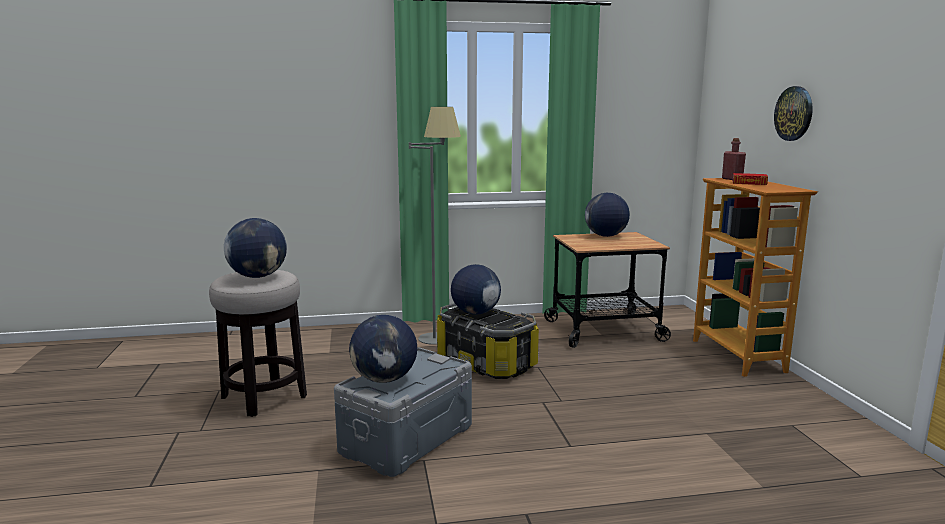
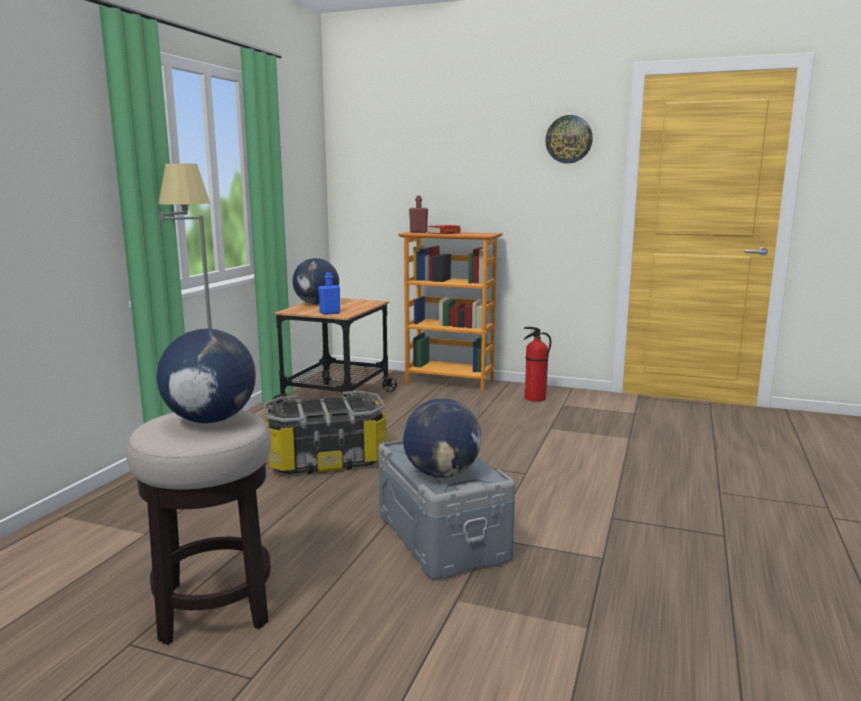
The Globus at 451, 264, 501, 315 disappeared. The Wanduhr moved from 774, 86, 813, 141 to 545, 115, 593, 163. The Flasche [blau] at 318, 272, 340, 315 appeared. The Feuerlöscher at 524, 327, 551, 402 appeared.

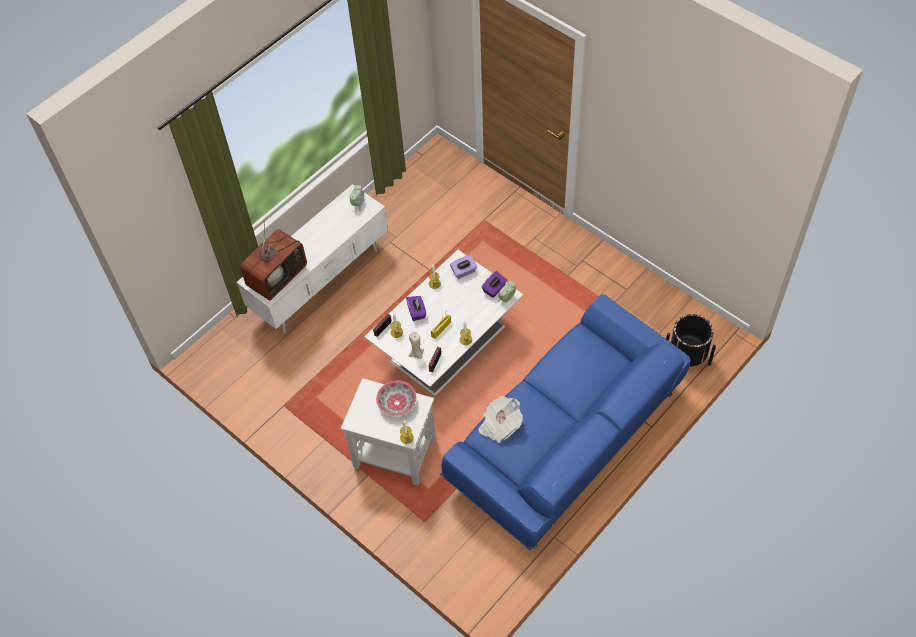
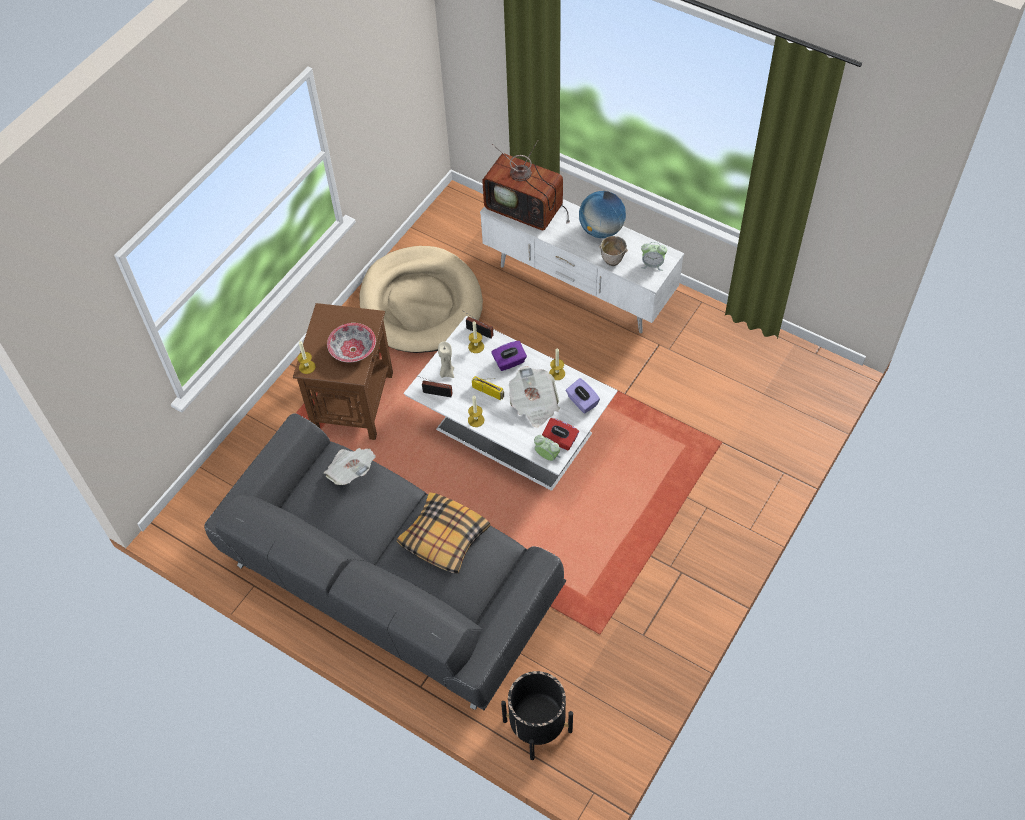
The Beistelltisch [weiß] at 340, 378, 436, 485 became the Beistelltisch [braun] at 293, 303, 393, 440. The Sofa [blau] at 440, 294, 691, 550 became the Sofa [grau] at 204, 413, 567, 710. The Taschentuchbox [lila] at 482, 271, 507, 298 became the Taschentuchbox [rot] at 542, 418, 579, 451. The Hundebett [beige] at 360, 246, 483, 353 appeared. The Kissen at 397, 492, 490, 574 appeared. The Zeitung at 509, 366, 560, 427 appeared. The Globus at 579, 191, 626, 238 appeared. The Schüssel at 599, 236, 628, 266 appeared.

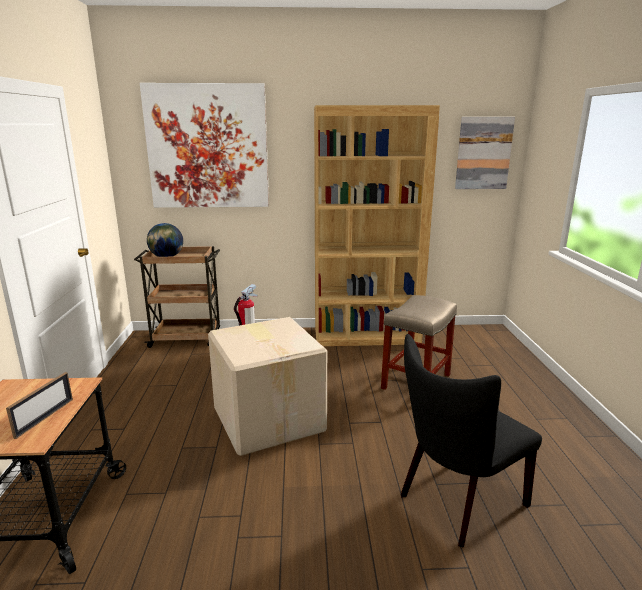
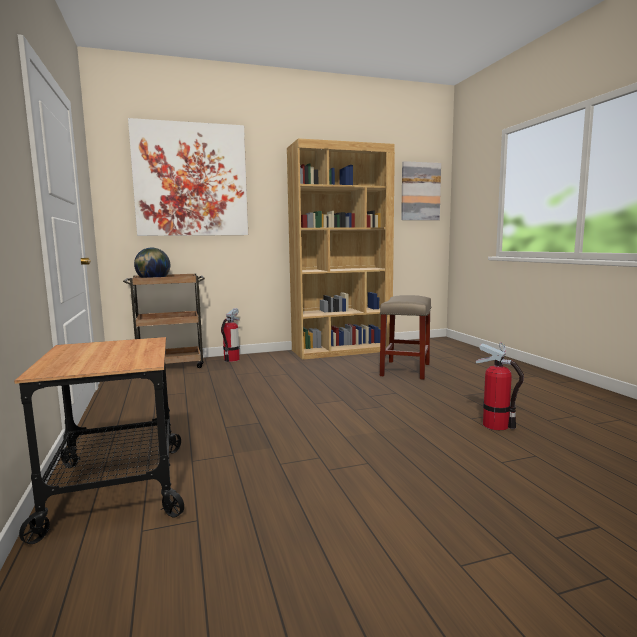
The Bilderrahmen at 6, 372, 73, 439 disappeared. The Karton at 208, 317, 327, 456 disappeared. The Stuhl [schwarz] at 401, 334, 542, 548 was replaced by the Feuerlöscher at 476, 342, 524, 430.

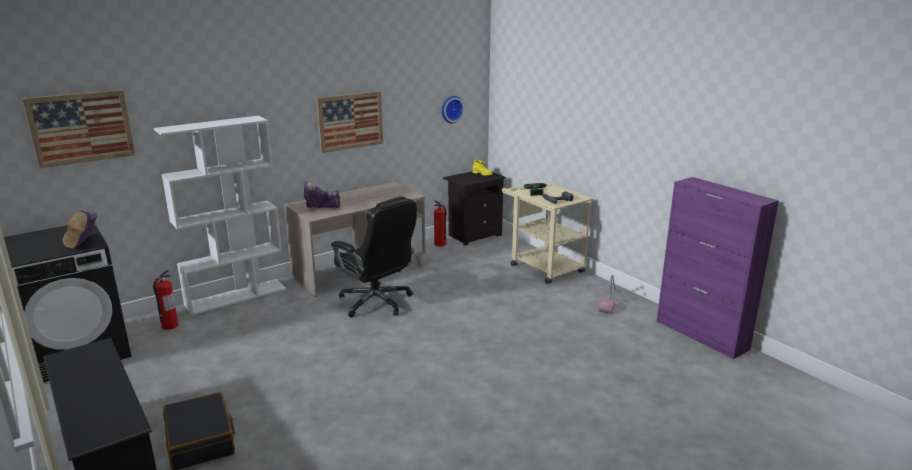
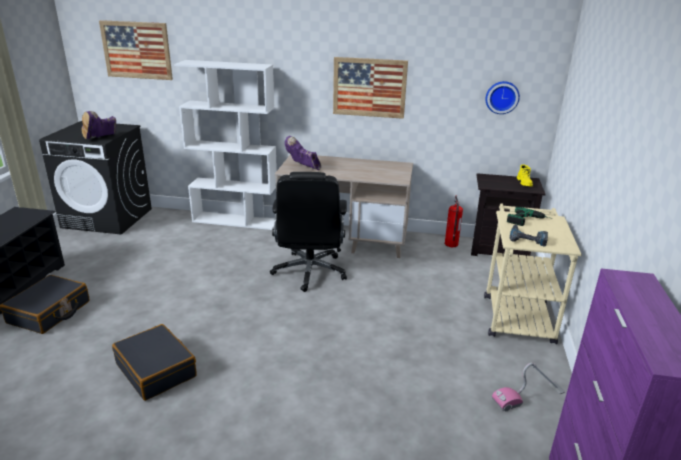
The Feuerlöscher at 153, 270, 179, 330 disappeared. The Koffer [schwarz] at 112, 324, 197, 401 appeared.

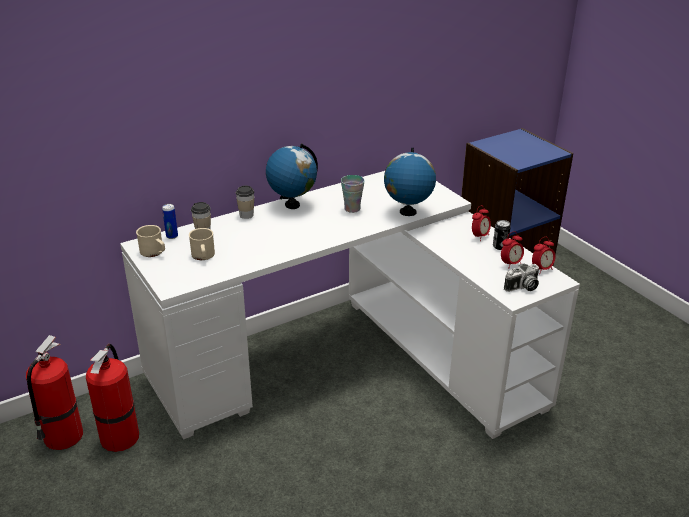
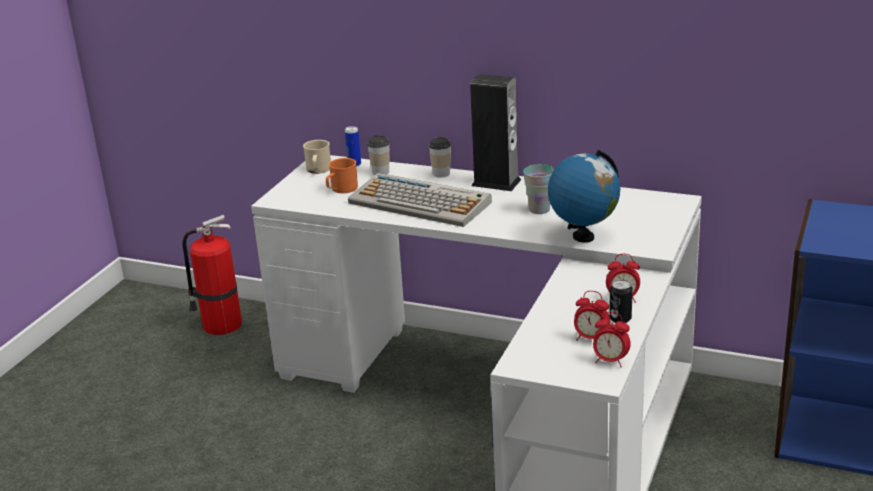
The Feuerlöscher at 86, 343, 139, 452 disappeared. The Henkelbecher [beige] at 189, 228, 215, 260 became the Henkelbecher [orange] at 326, 158, 358, 193. The Globus at 266, 143, 318, 209 was replaced by the Lautsprecher at 470, 74, 521, 191. The Kamera at 504, 263, 539, 292 disappeared. The Tastatur at 348, 173, 492, 227 appeared.

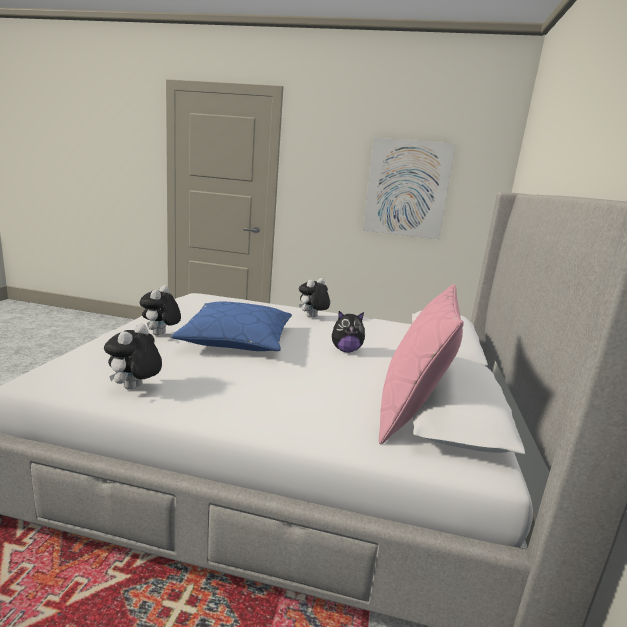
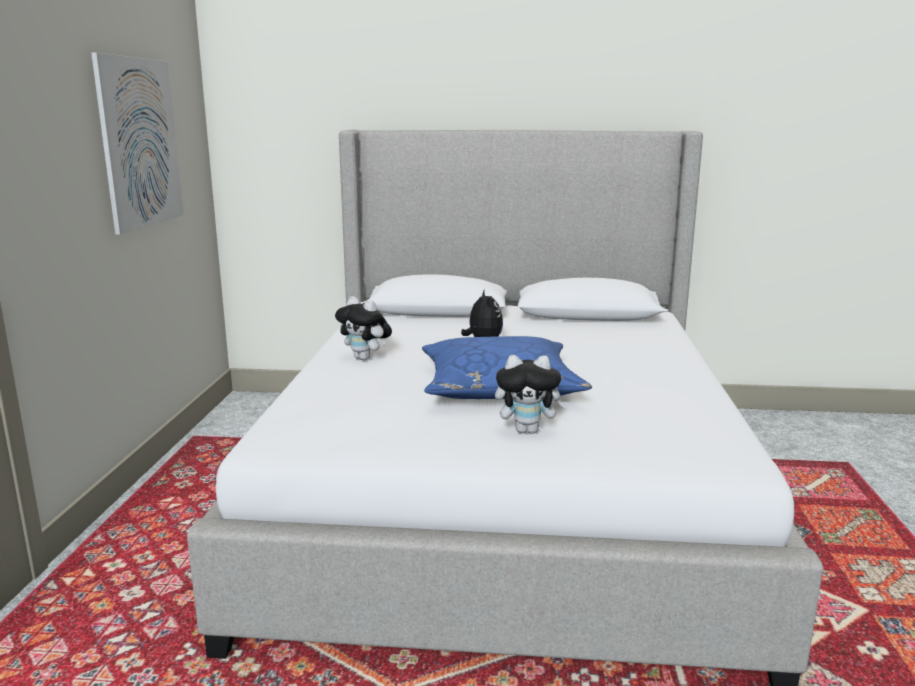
The Plüschtier at 104, 324, 162, 390 disappeared. The Kissen [rosa] at 379, 284, 464, 444 disappeared.

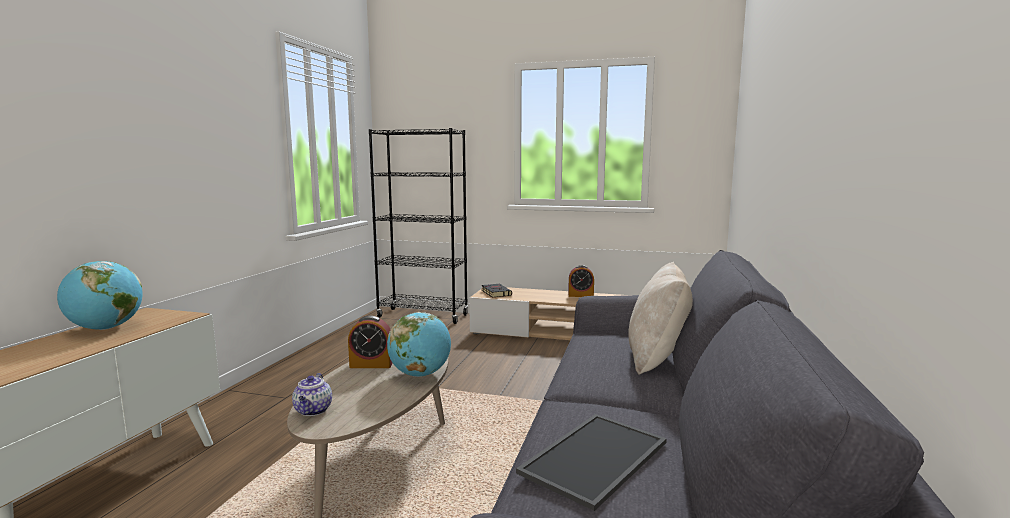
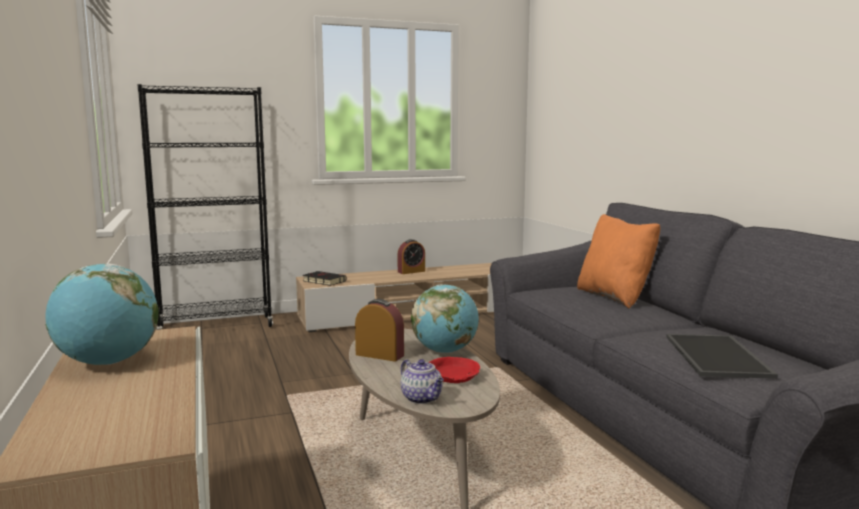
The Wecker at 348, 316, 393, 368 turned 120 degrees counterclockwise. The Kissen [beige] at 628, 262, 693, 374 became the Kissen [orange] at 577, 214, 660, 309. The Schüssel [rot] at 429, 357, 480, 383 appeared.

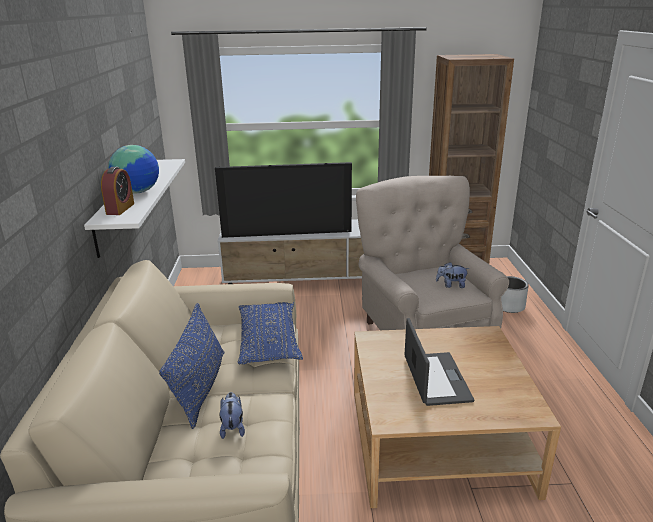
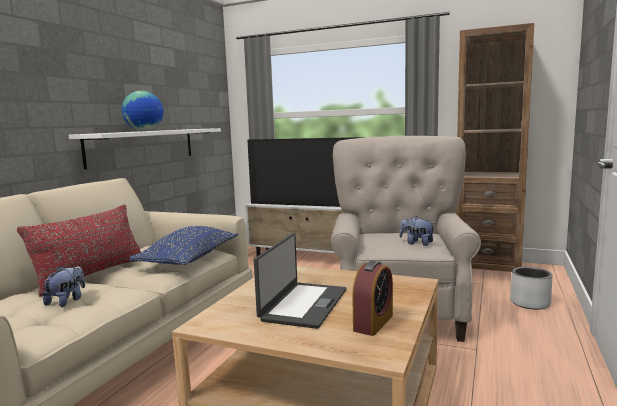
The Wecker moved from 101, 167, 134, 215 to 352, 261, 393, 336. The Kissen [blau] at 159, 303, 224, 429 became the Kissen [rot] at 17, 204, 141, 297.

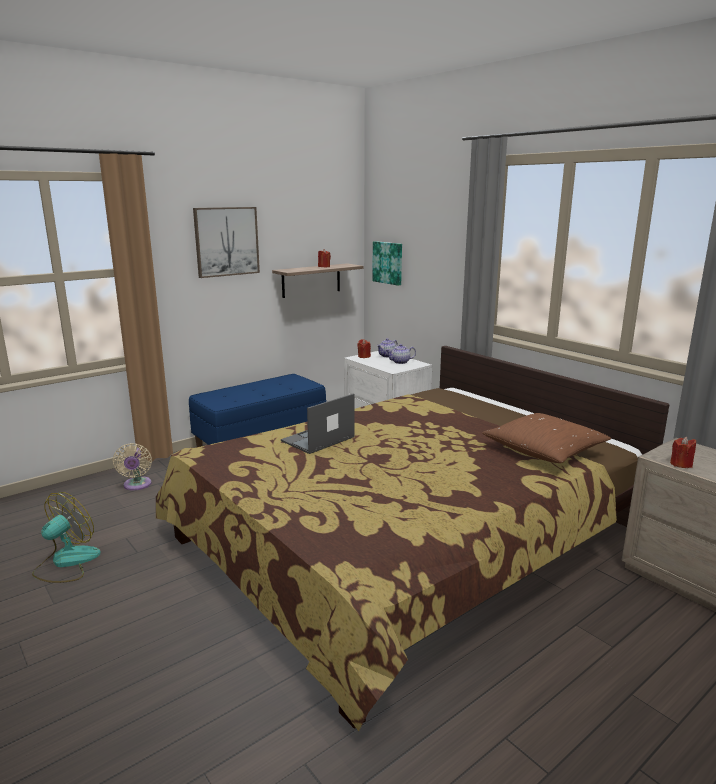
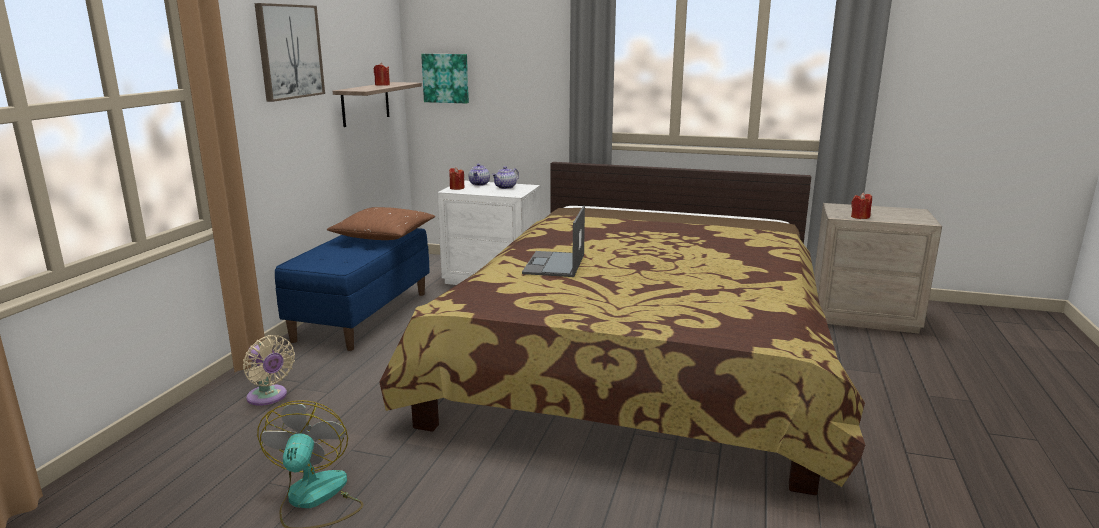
The Kissen [braun] moved from 482, 413, 611, 463 to 327, 207, 435, 240.

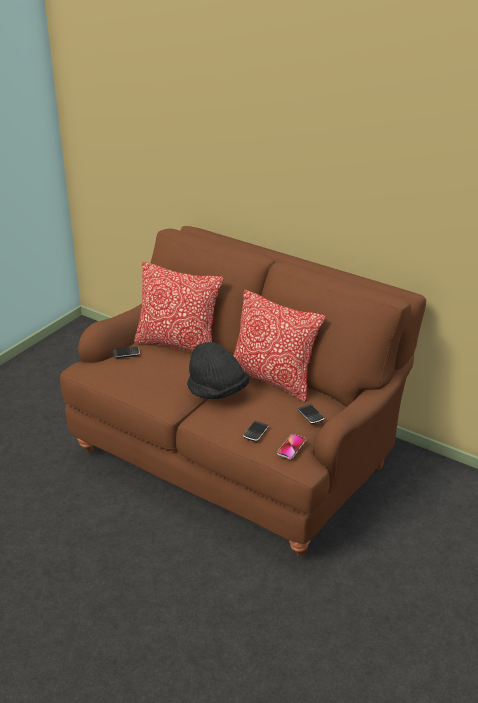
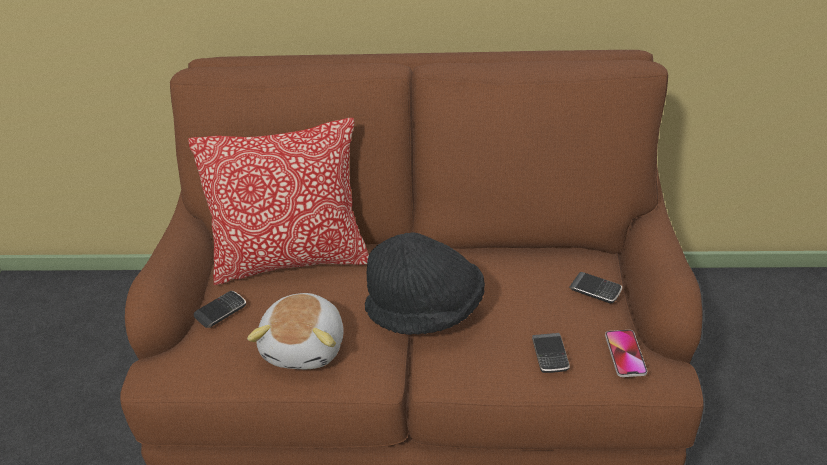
The Kissen at 233, 290, 326, 402 disappeared. The Plüschtier at 247, 293, 343, 369 appeared.

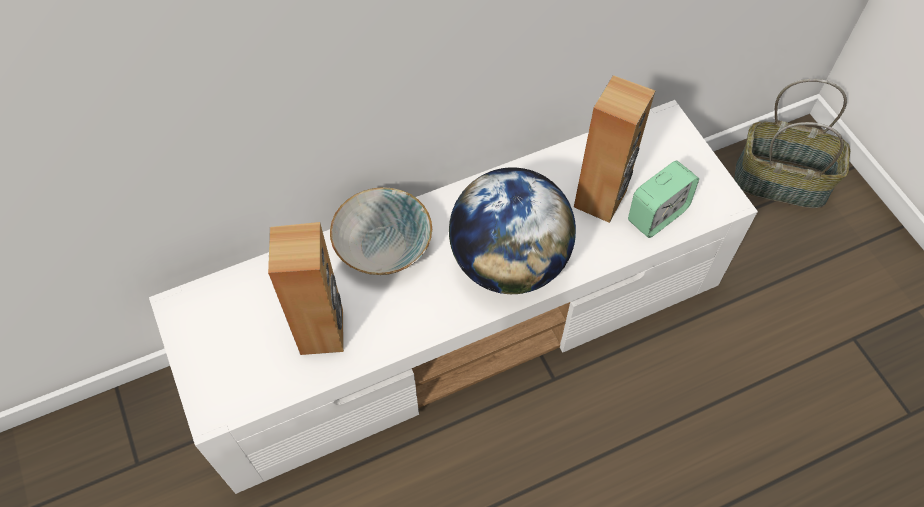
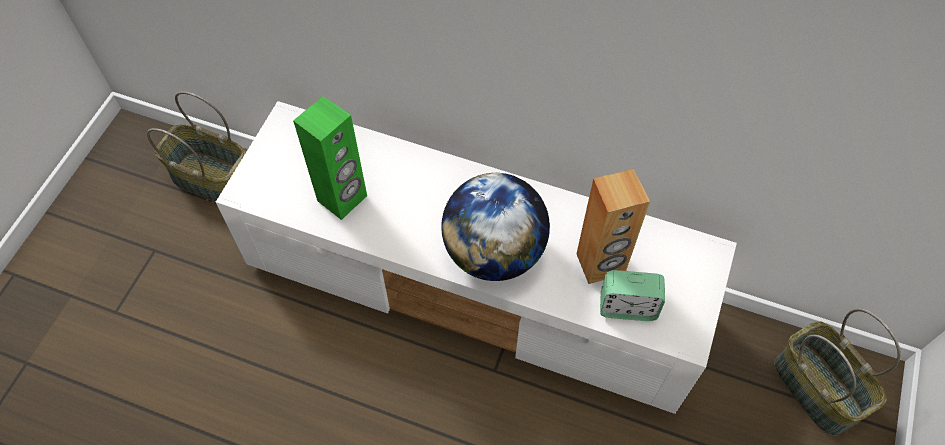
The Lautsprecher [braun] at 268, 222, 344, 355 became the Lautsprecher [grün] at 293, 96, 367, 220. The Schüssel at 330, 187, 432, 275 disappeared. The Korb at 147, 91, 246, 202 appeared.

